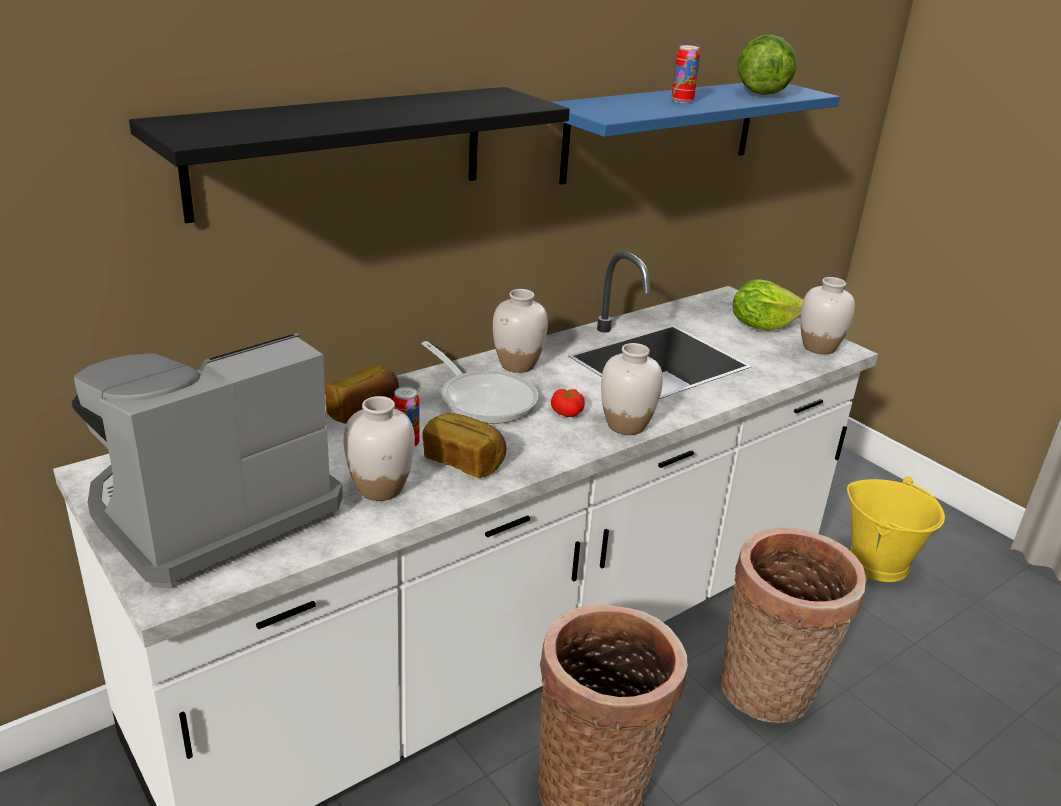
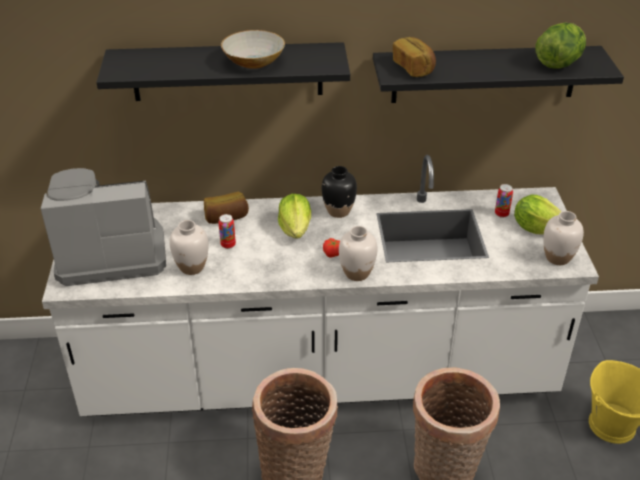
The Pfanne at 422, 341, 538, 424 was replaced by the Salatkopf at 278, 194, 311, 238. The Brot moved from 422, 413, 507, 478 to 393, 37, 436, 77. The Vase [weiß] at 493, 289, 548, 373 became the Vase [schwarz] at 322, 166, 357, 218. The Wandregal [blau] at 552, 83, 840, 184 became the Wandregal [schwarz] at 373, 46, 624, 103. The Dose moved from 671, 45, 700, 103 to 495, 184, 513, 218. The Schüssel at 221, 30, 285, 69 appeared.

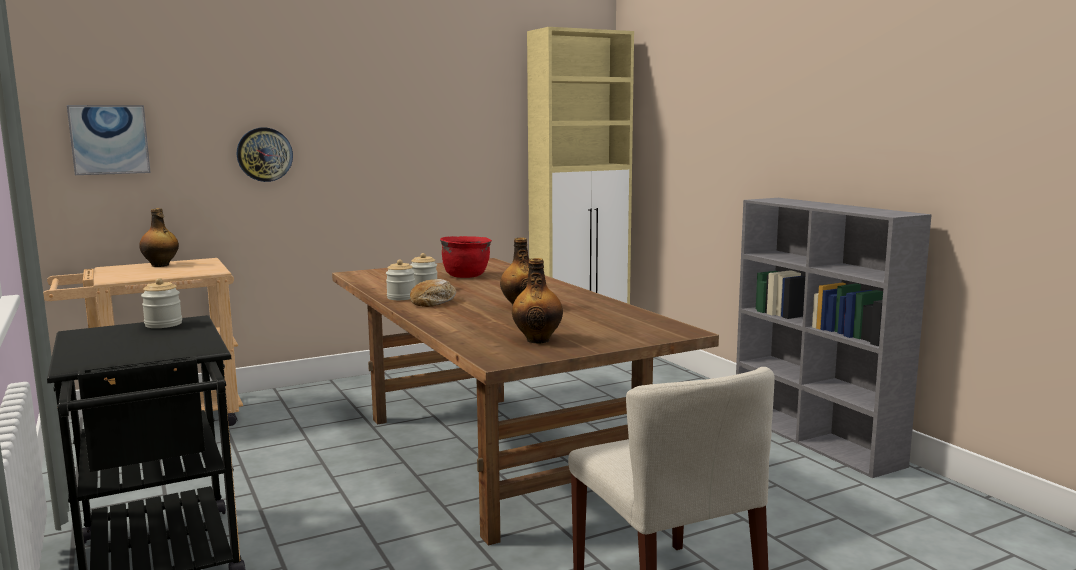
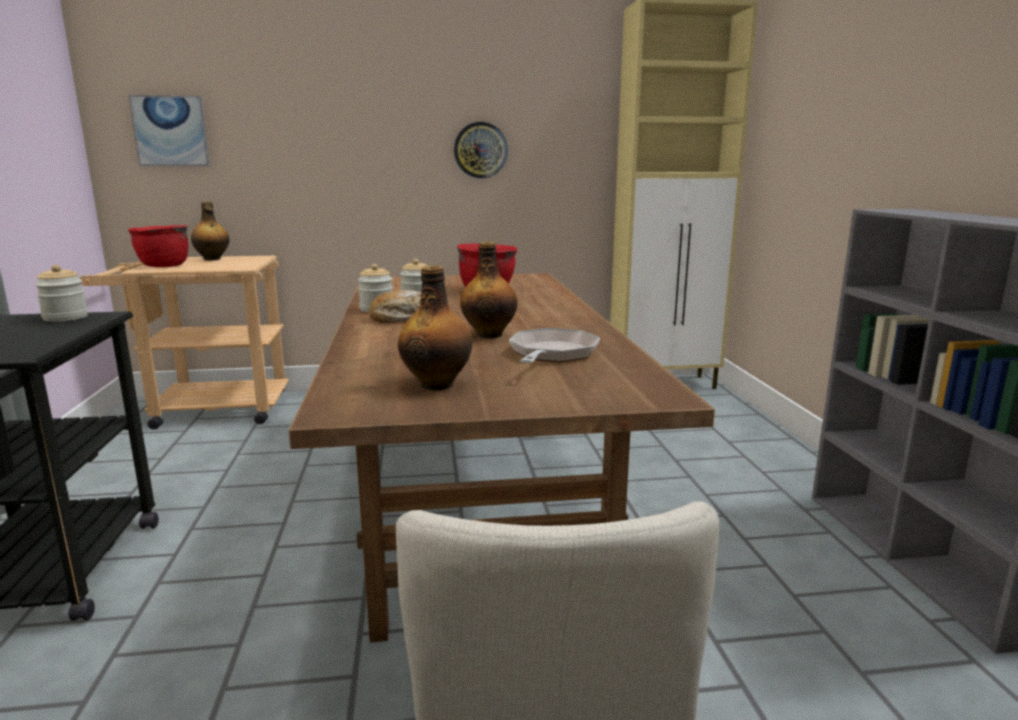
The Wanduhr moved from 237, 128, 293, 182 to 454, 122, 508, 178. The Kochtopf [rot] at 128, 225, 188, 267 appeared. The Pfanne at 509, 328, 600, 363 appeared.

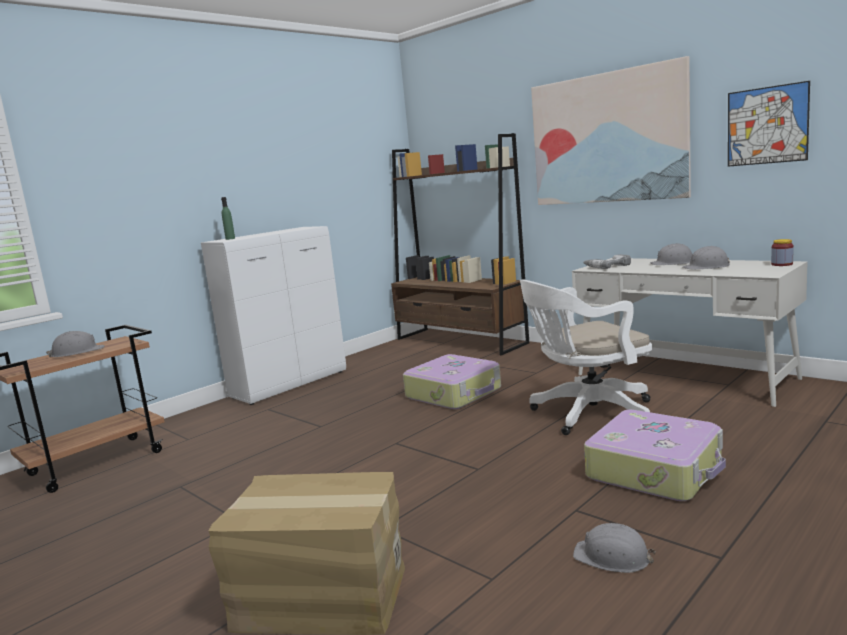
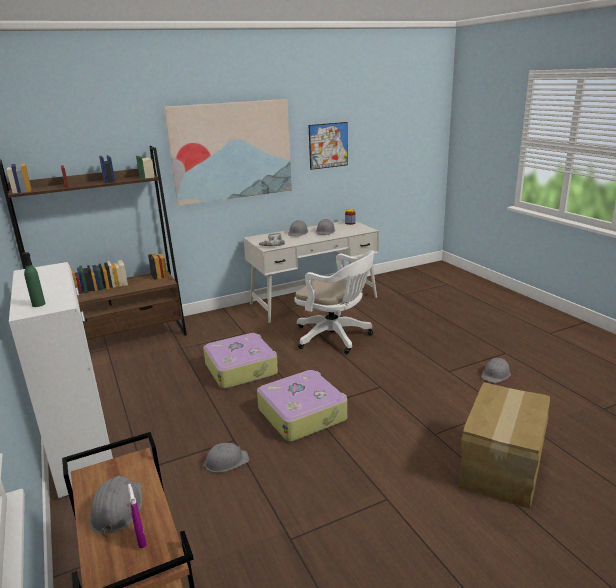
The Bürostuhl [weiß] at 520, 279, 652, 435 turned 60 degrees counterclockwise. The Koffer moved from 584, 410, 726, 501 to 257, 370, 347, 441. The Sprühflasche [lila] at 128, 484, 147, 548 appeared. The Schutzhelm [grau] at 202, 443, 249, 473 appeared.

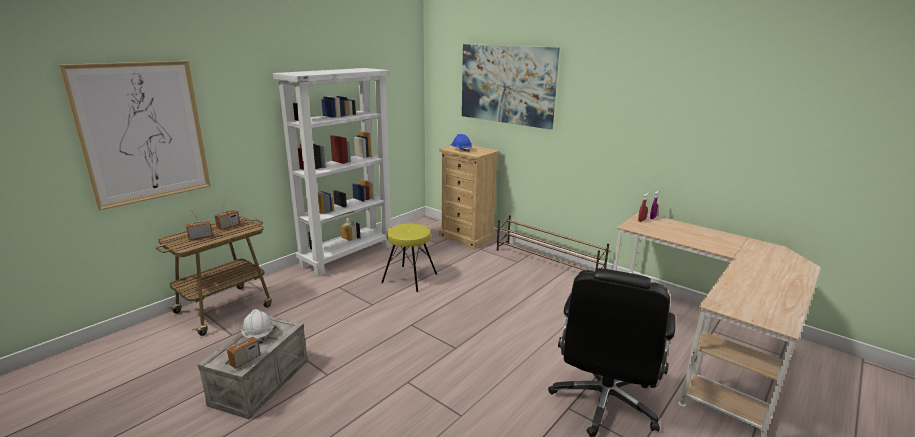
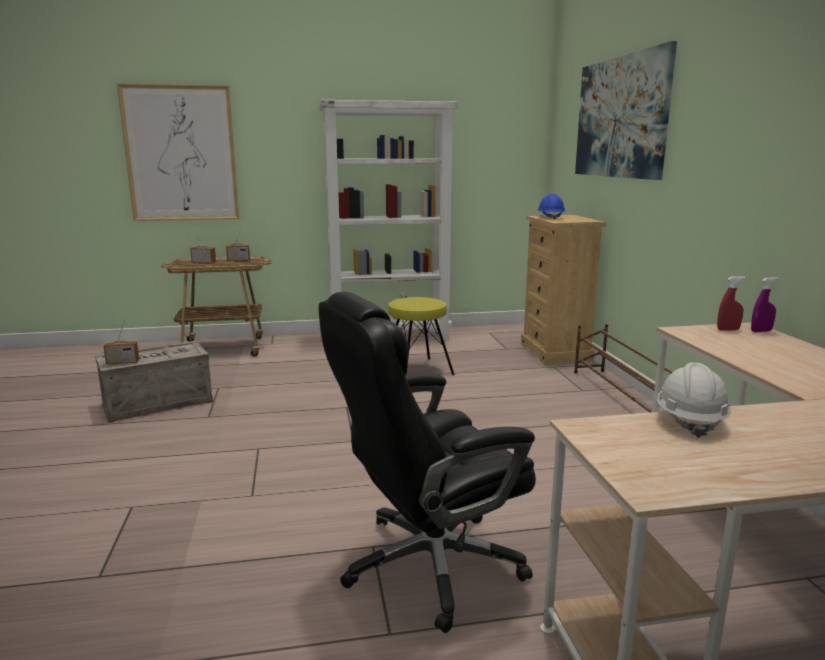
The Schutzhelm [weiß] moved from 242, 309, 273, 344 to 657, 362, 731, 438.

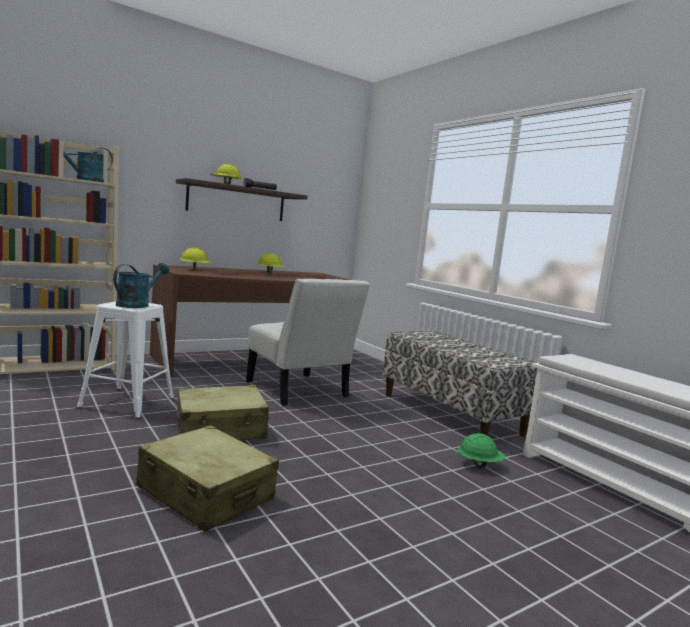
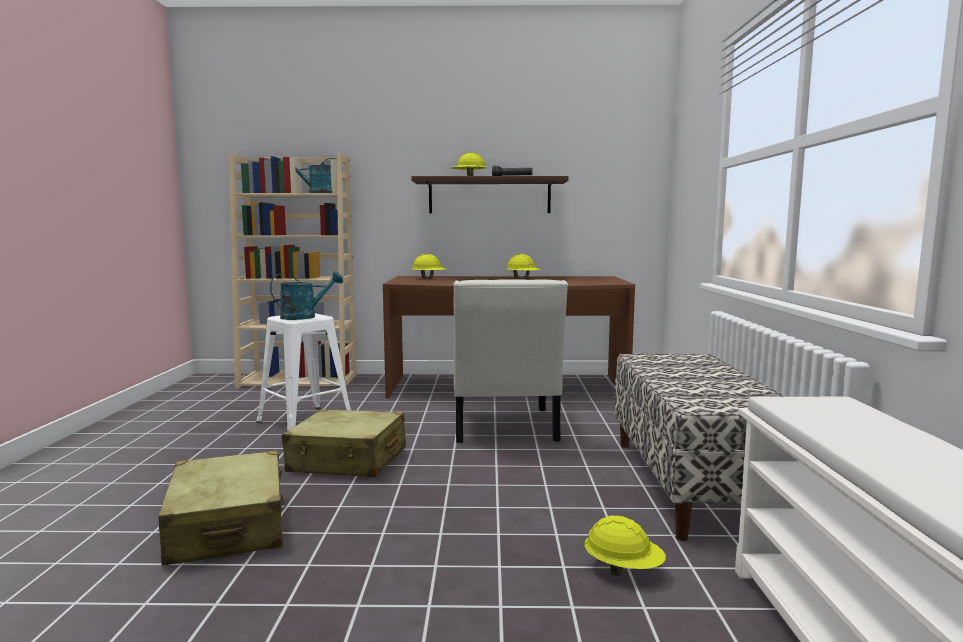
The Schutzhelm [grün] at 458, 433, 506, 469 became the Schutzhelm [gelb] at 584, 515, 666, 576.

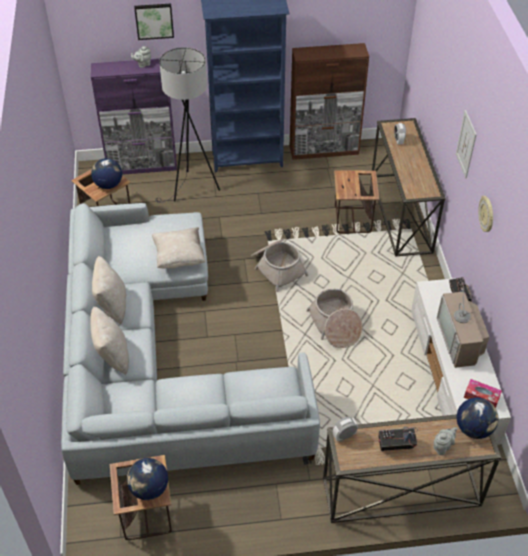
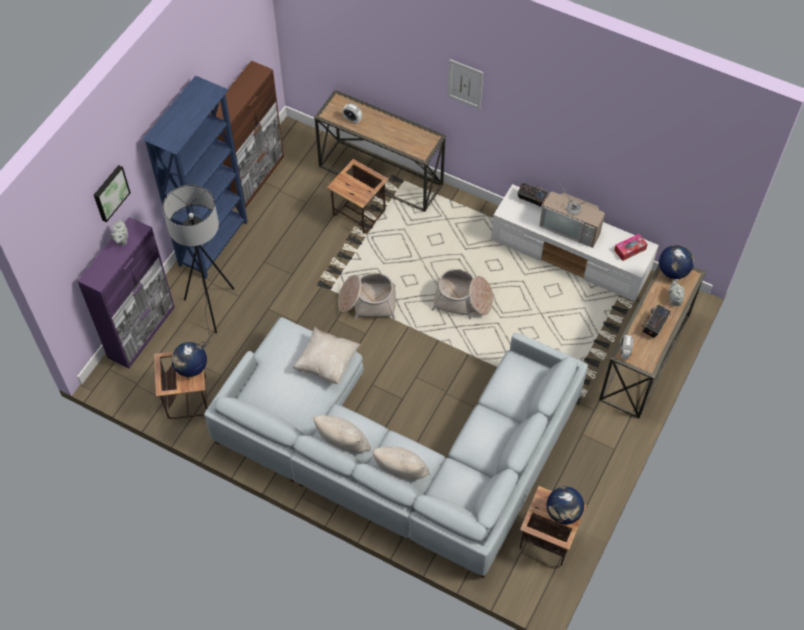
The Wanduhr at 478, 196, 493, 232 disappeared.

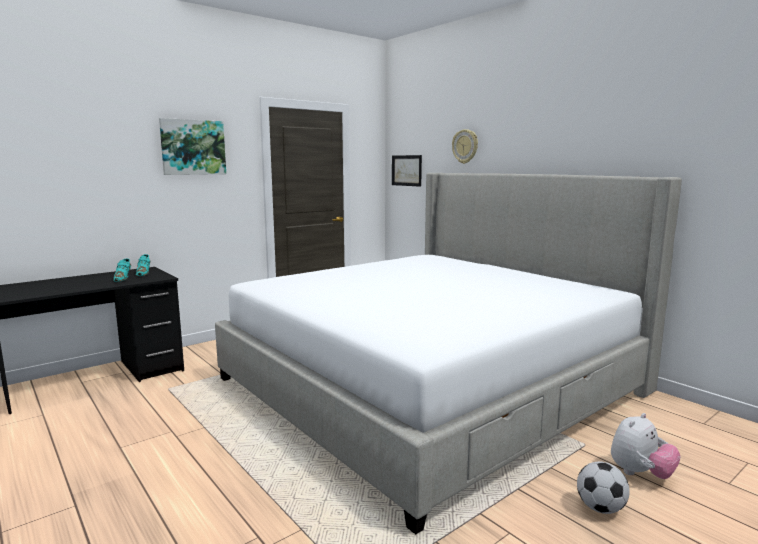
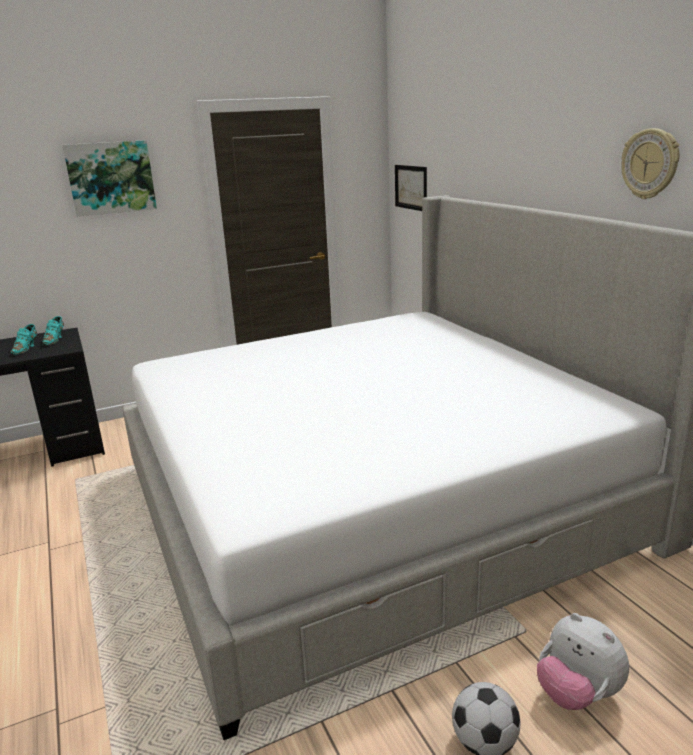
The Wanduhr moved from 452, 129, 478, 164 to 621, 128, 679, 199. The Plüschtier at 611, 413, 681, 479 turned 75 degrees clockwise.

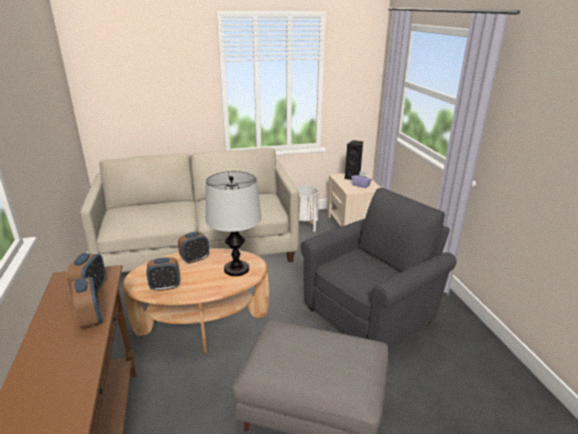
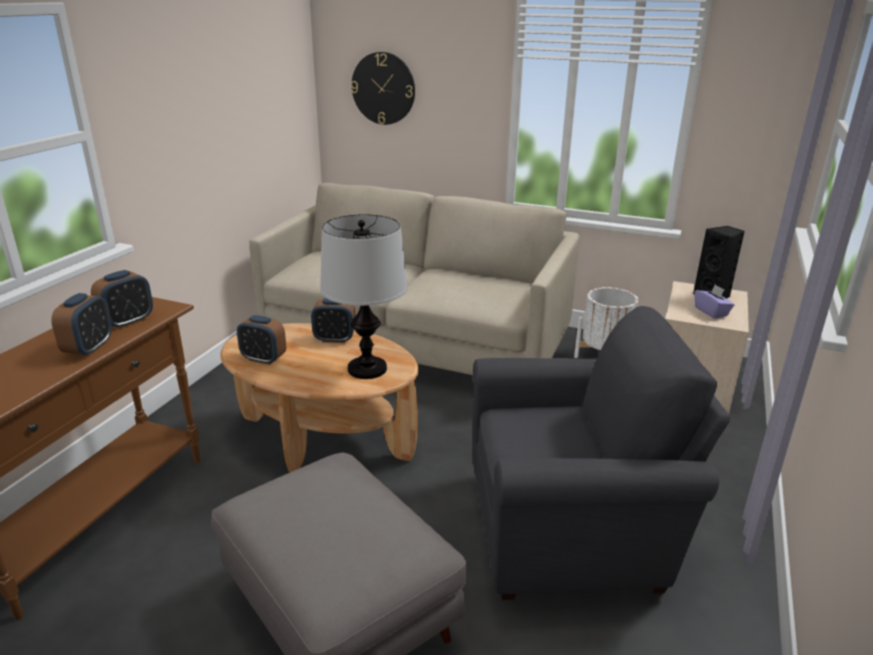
The Wanduhr at 351, 52, 415, 125 appeared.

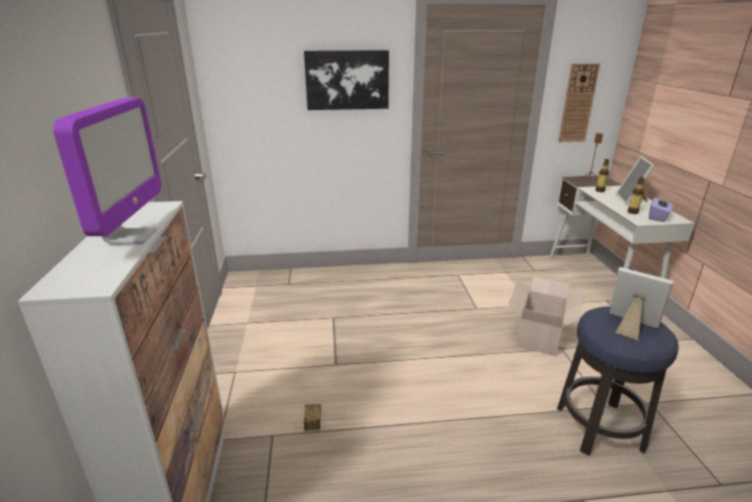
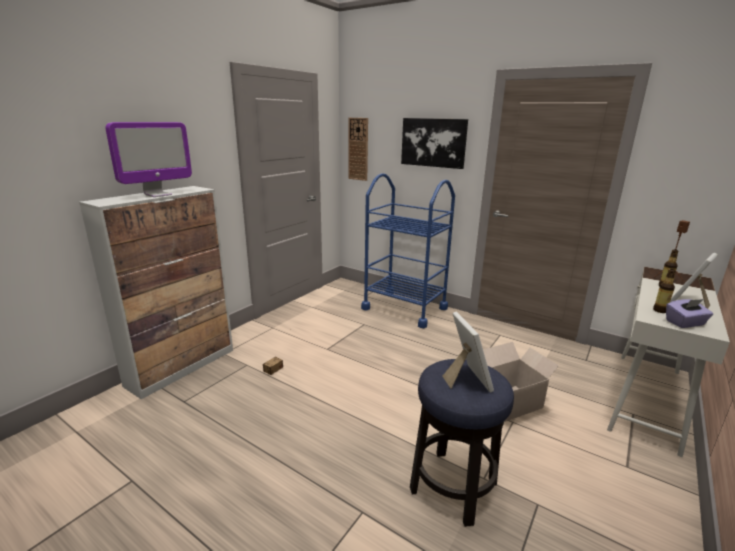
The Wanduhr moved from 558, 63, 600, 142 to 349, 118, 368, 181. The Rollwagen [blau] at 361, 173, 455, 328 appeared.

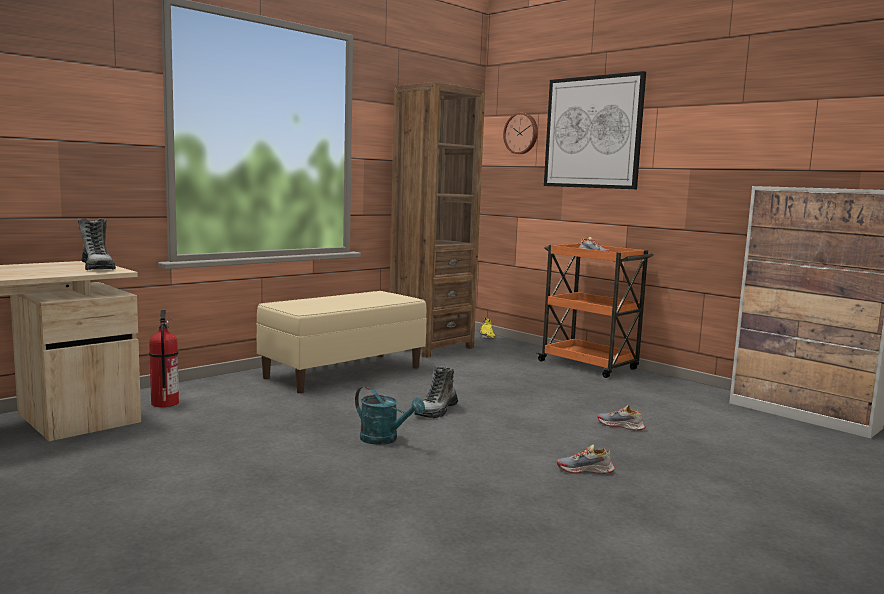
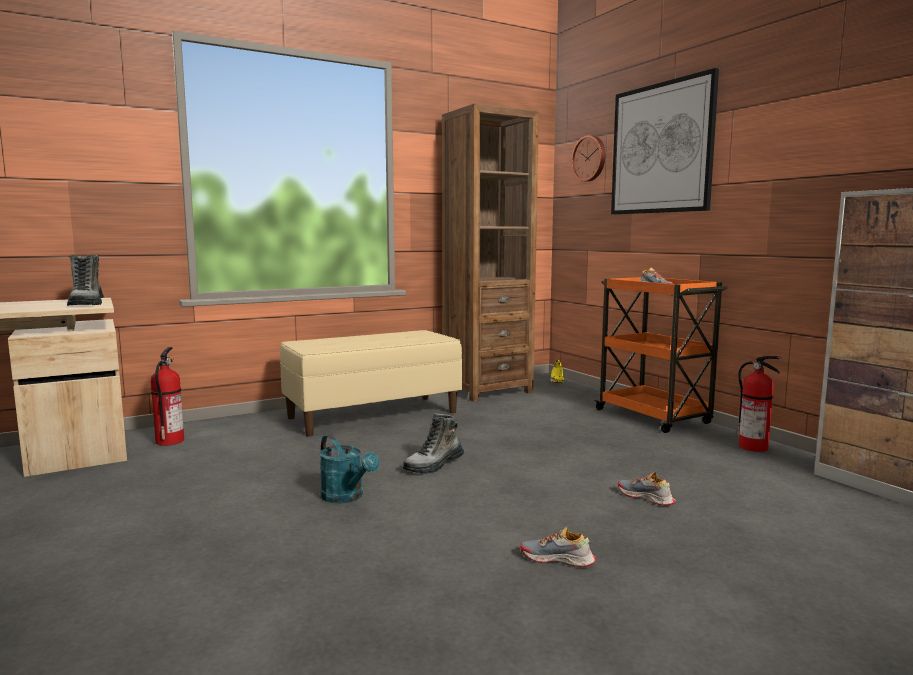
The Feuerlöscher at 737, 356, 782, 452 appeared.

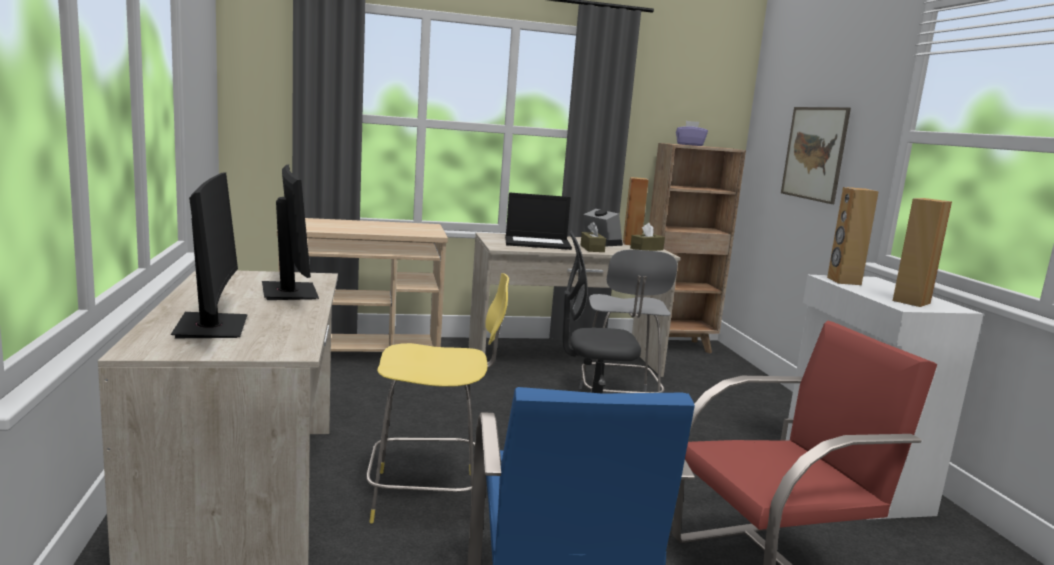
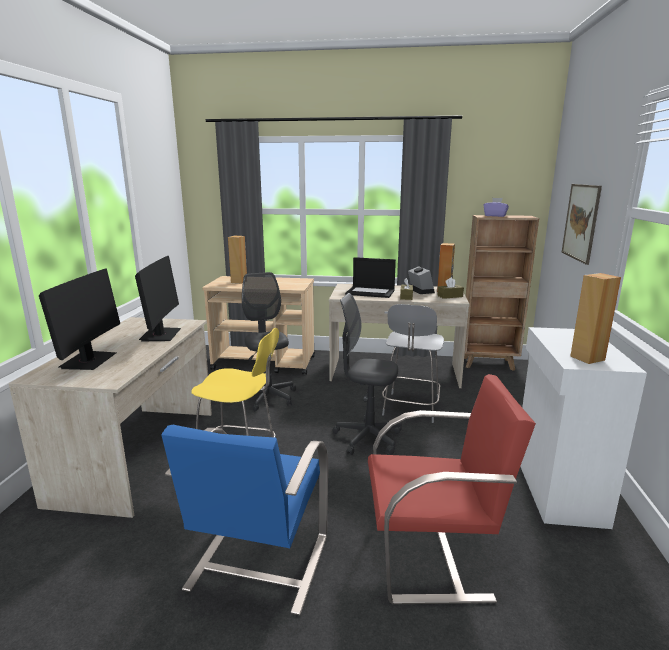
The Lautsprecher [braun] moved from 827, 187, 879, 285 to 228, 236, 247, 284. The Bürostuhl [grau] at 242, 272, 296, 411 appeared.

